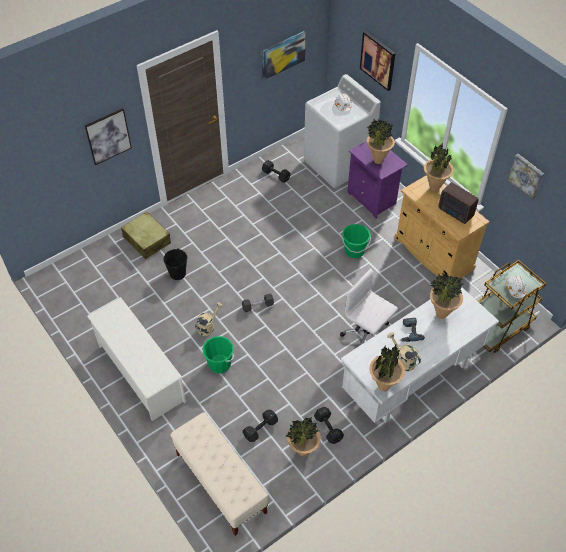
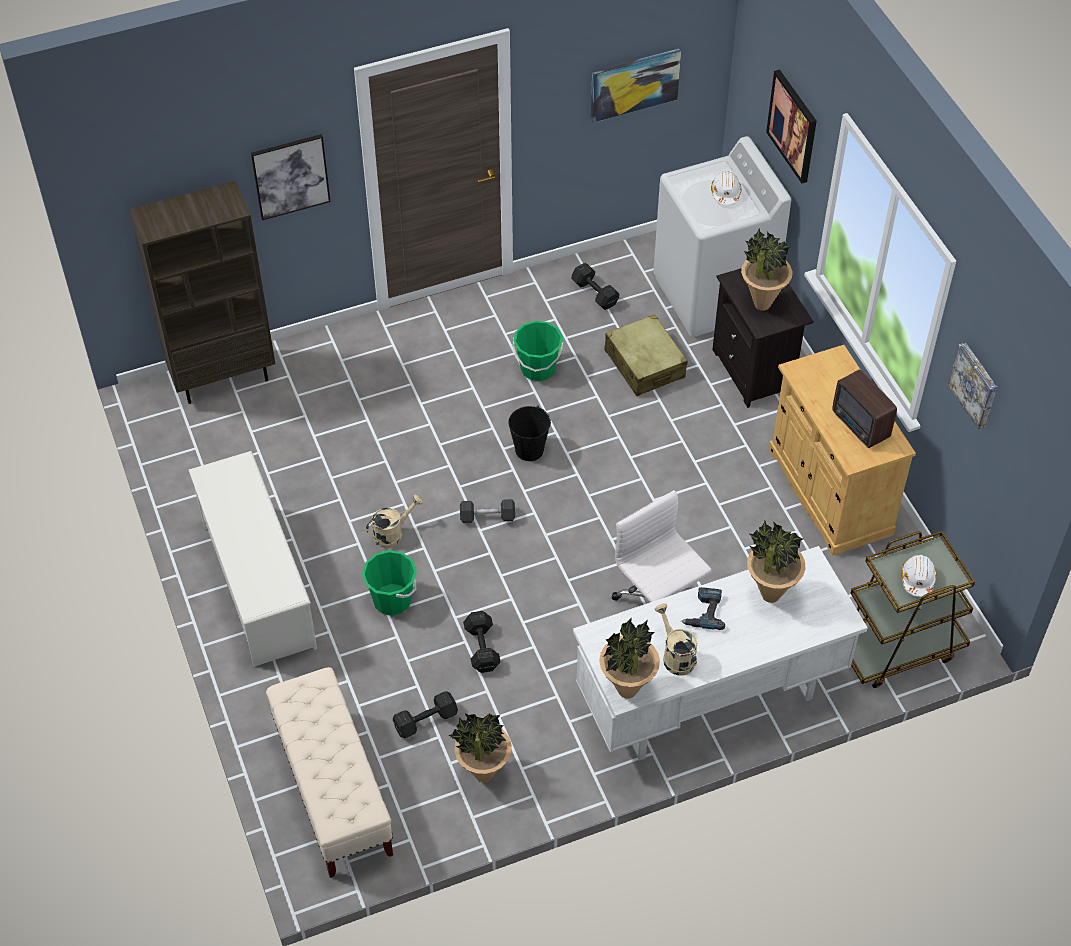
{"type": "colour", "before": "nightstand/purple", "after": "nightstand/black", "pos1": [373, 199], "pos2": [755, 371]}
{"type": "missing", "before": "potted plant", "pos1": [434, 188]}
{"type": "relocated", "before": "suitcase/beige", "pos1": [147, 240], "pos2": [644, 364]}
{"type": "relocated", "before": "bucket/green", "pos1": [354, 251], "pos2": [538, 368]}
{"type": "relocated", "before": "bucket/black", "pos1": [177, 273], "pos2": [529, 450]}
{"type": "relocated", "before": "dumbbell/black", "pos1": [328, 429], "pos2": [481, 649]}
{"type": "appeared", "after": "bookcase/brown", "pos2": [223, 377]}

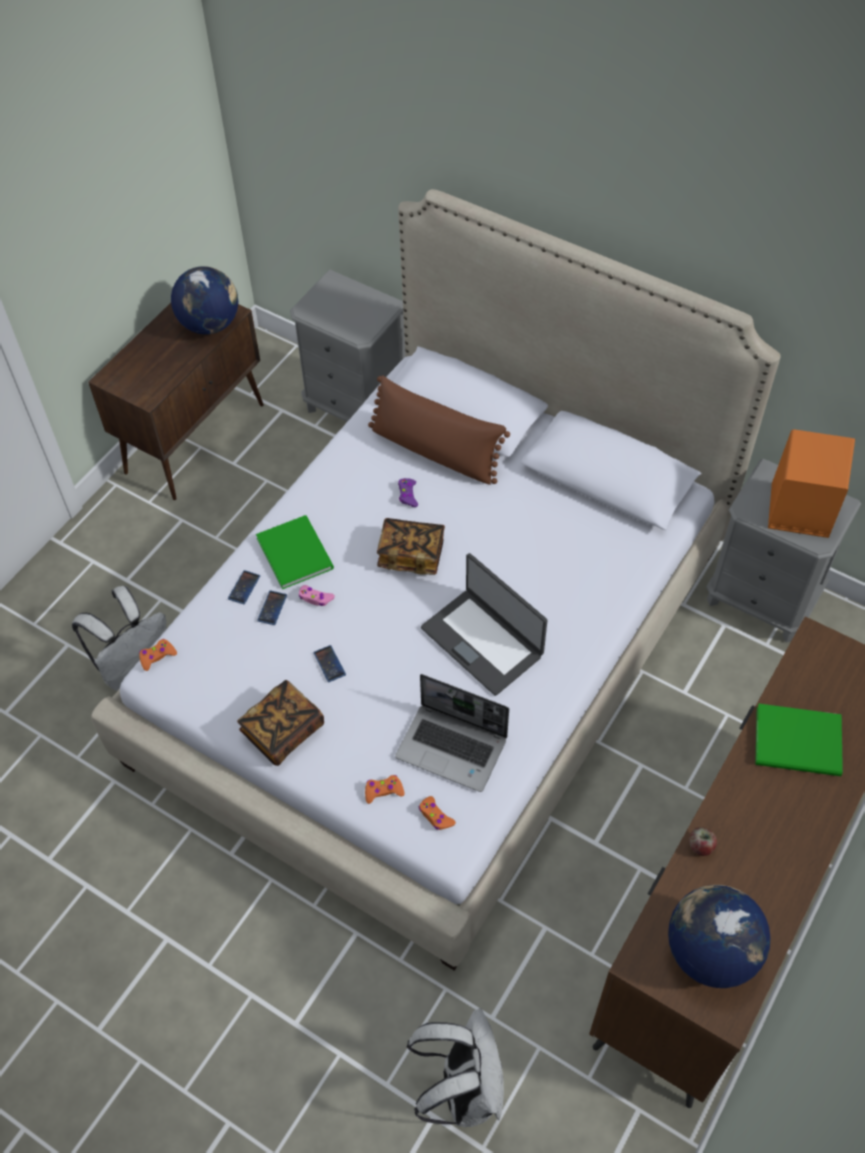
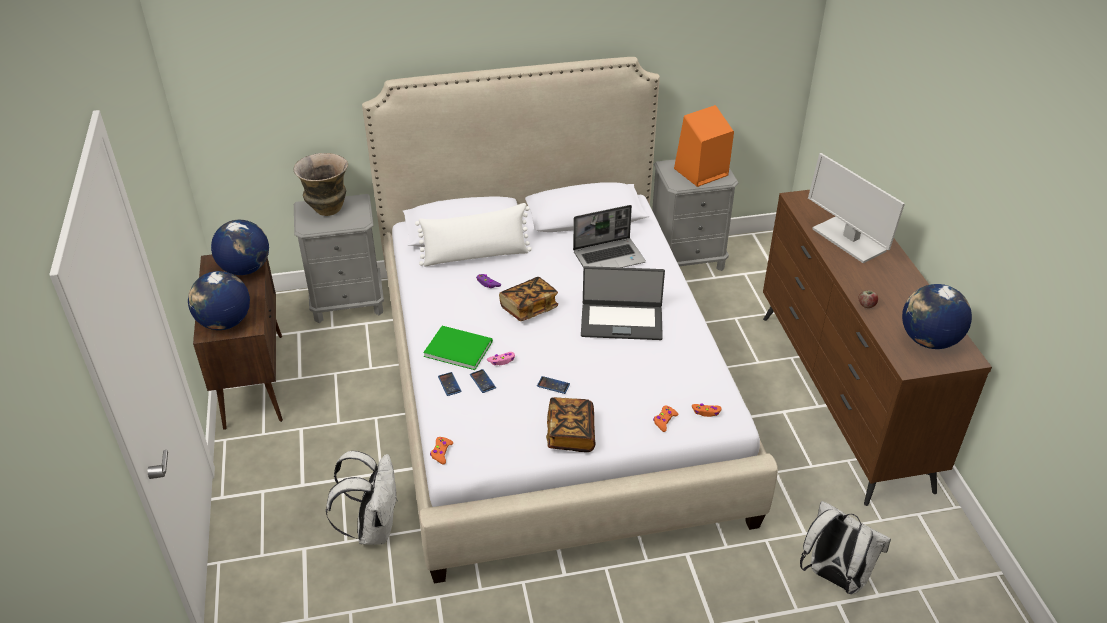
{"type": "colour", "before": "pillow/brown", "after": "pillow/white", "pos1": [435, 451], "pos2": [475, 256]}
{"type": "relocated", "before": "laptop", "pos1": [453, 748], "pos2": [609, 257]}
{"type": "exchanged", "before": "book/green", "after": "monitor", "pos1": [800, 744], "pos2": [847, 240]}
{"type": "appeared", "after": "vase", "pos2": [327, 208]}
{"type": "appeared", "after": "globe", "pos2": [224, 323]}

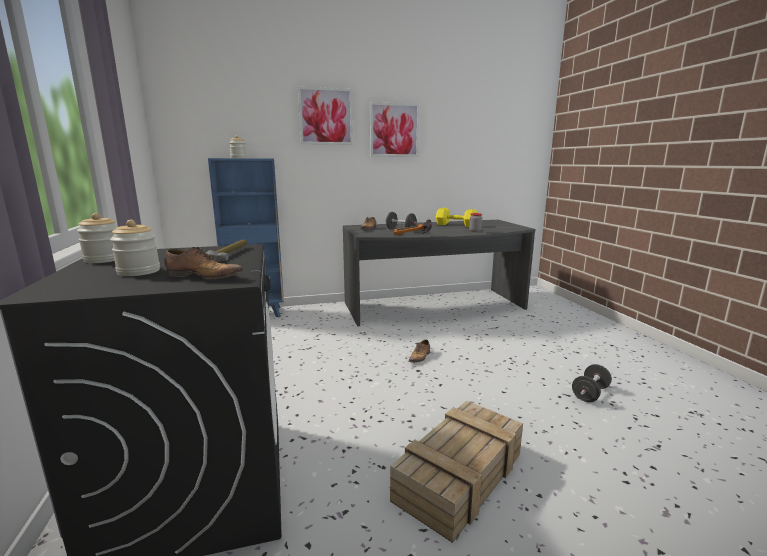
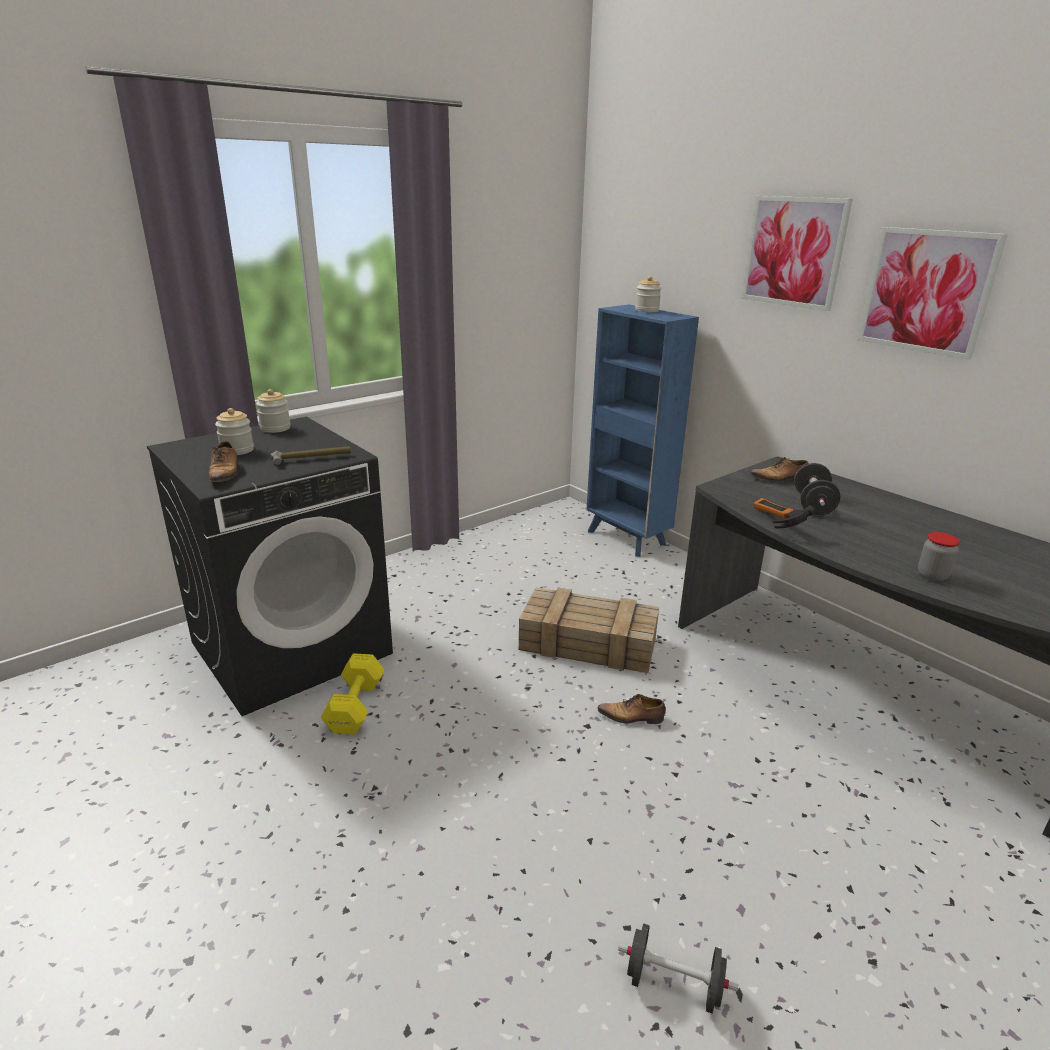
{"type": "relocated", "before": "dumbbell/yellow", "pos1": [455, 225], "pos2": [356, 705]}
{"type": "relocated", "before": "crate", "pos1": [460, 475], "pos2": [590, 643]}

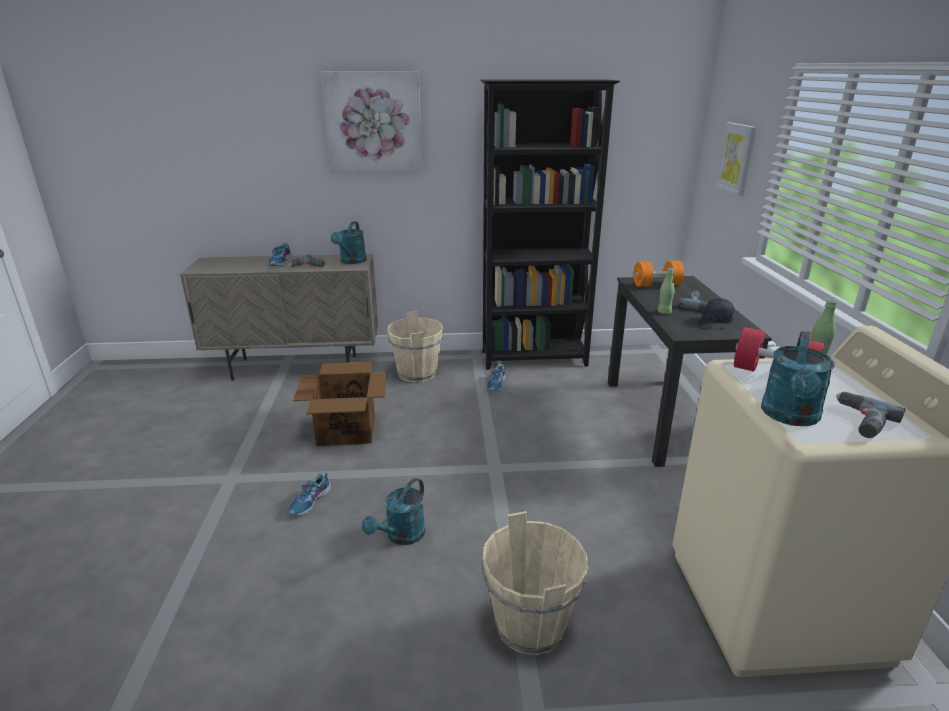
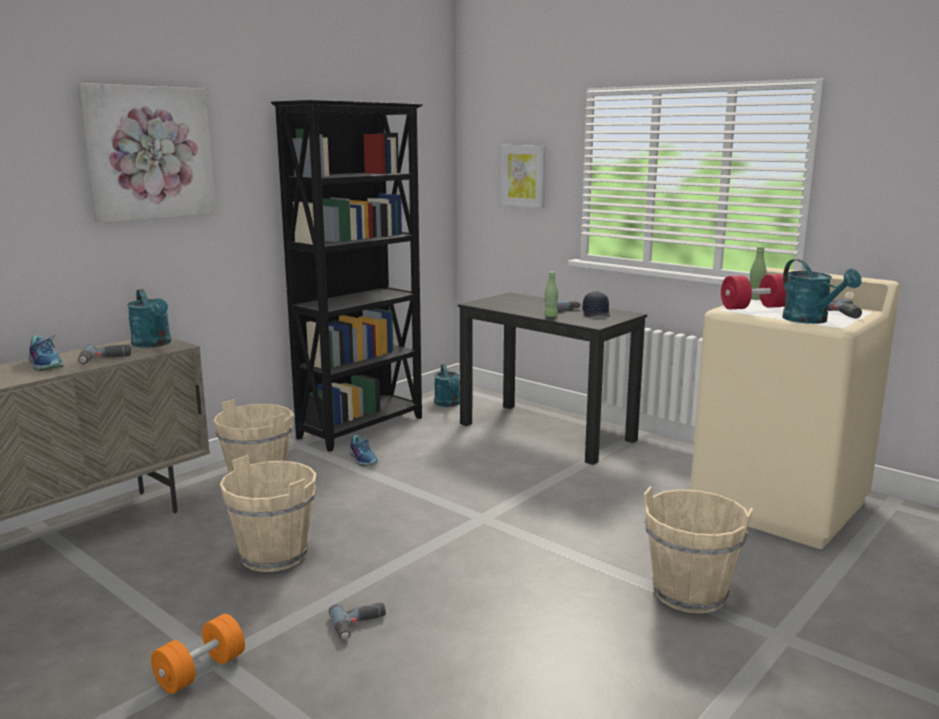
{"type": "relocated", "before": "dumbbell/orange", "pos1": [656, 285], "pos2": [201, 671]}
{"type": "exchanged", "before": "cardboard box", "after": "bucket/beige", "pos1": [347, 429], "pos2": [274, 555]}
{"type": "exchanged", "before": "shoe", "after": "power drill", "pos1": [311, 501], "pos2": [360, 625]}
{"type": "relocated", "before": "watering can/turquoise", "pos1": [401, 536], "pos2": [448, 404]}

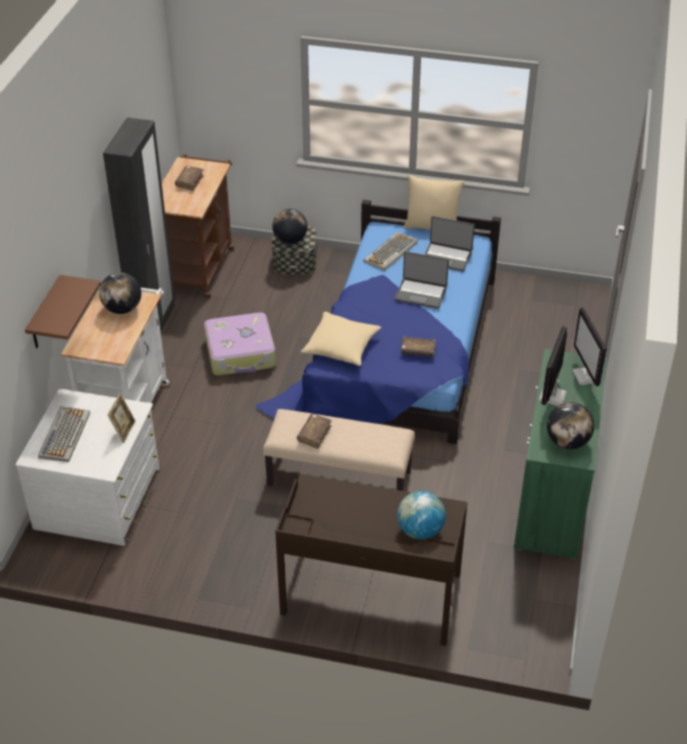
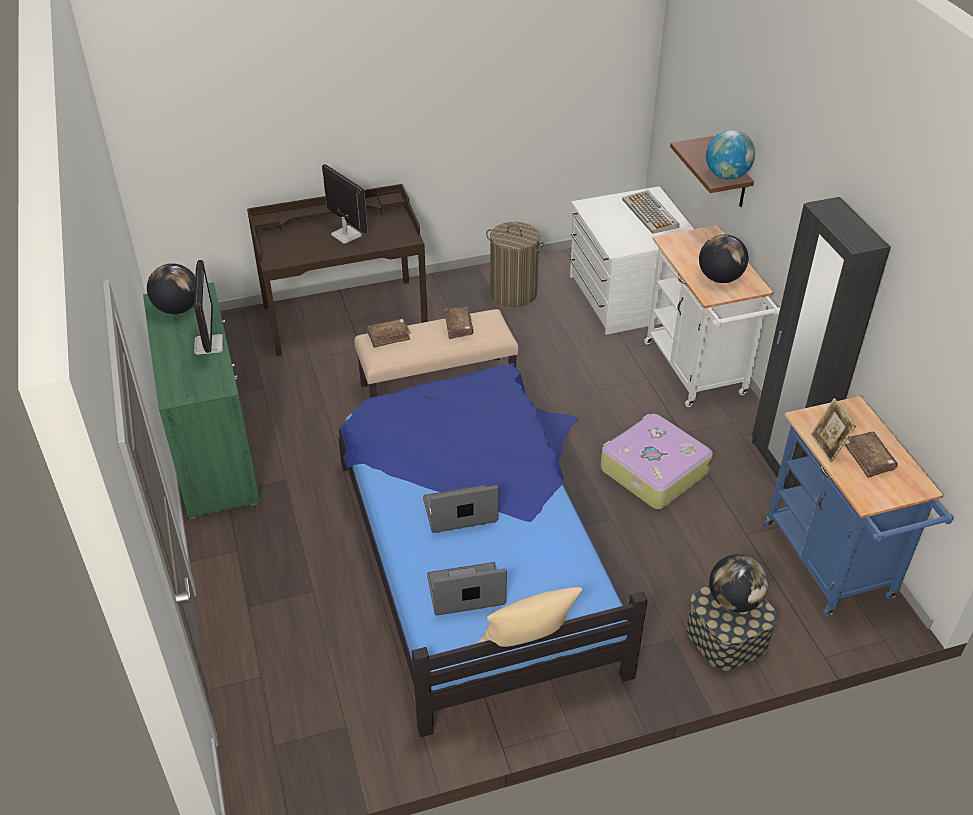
{"type": "colour", "before": "cart/brown", "after": "cart/blue", "pos1": [199, 266], "pos2": [832, 567]}
{"type": "missing", "before": "keyboard", "pos1": [390, 252]}
{"type": "relocated", "before": "monitor", "pos1": [587, 376], "pos2": [346, 235]}
{"type": "missing", "before": "pillow/beige", "pos1": [341, 347]}
{"type": "relocated", "before": "book/brown", "pos1": [418, 351], "pos2": [388, 336]}
{"type": "relocated", "before": "picture frame", "pos1": [124, 430], "pos2": [827, 447]}
{"type": "relocated", "before": "globe", "pos1": [420, 531], "pos2": [726, 176]}
{"type": "appeared", "after": "laundry basket", "pos2": [513, 293]}

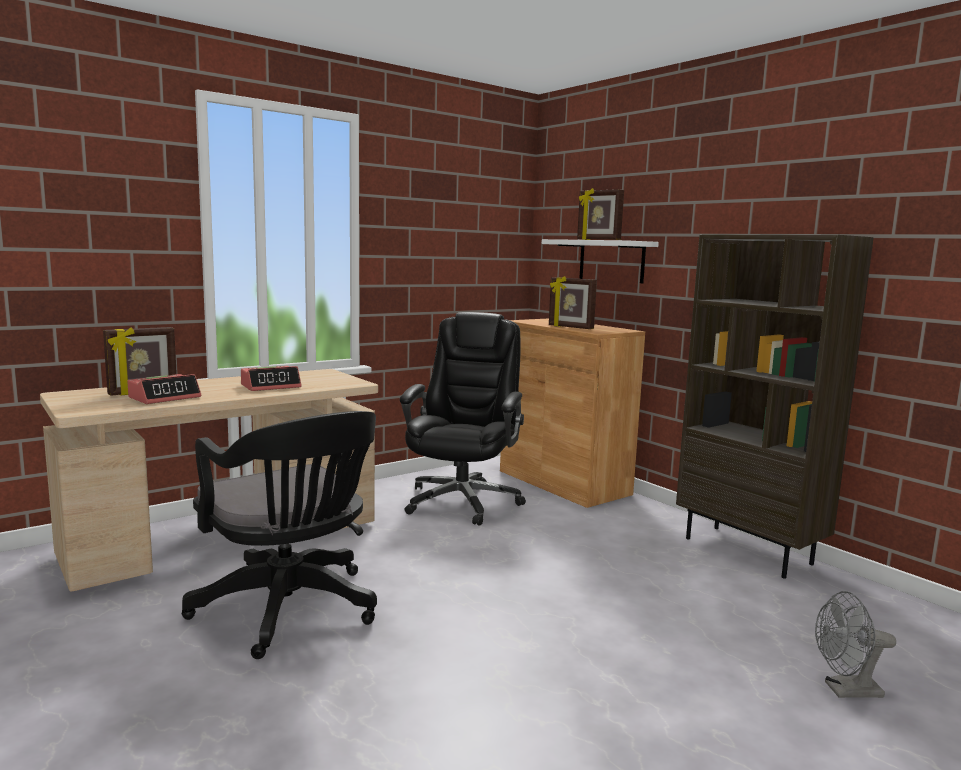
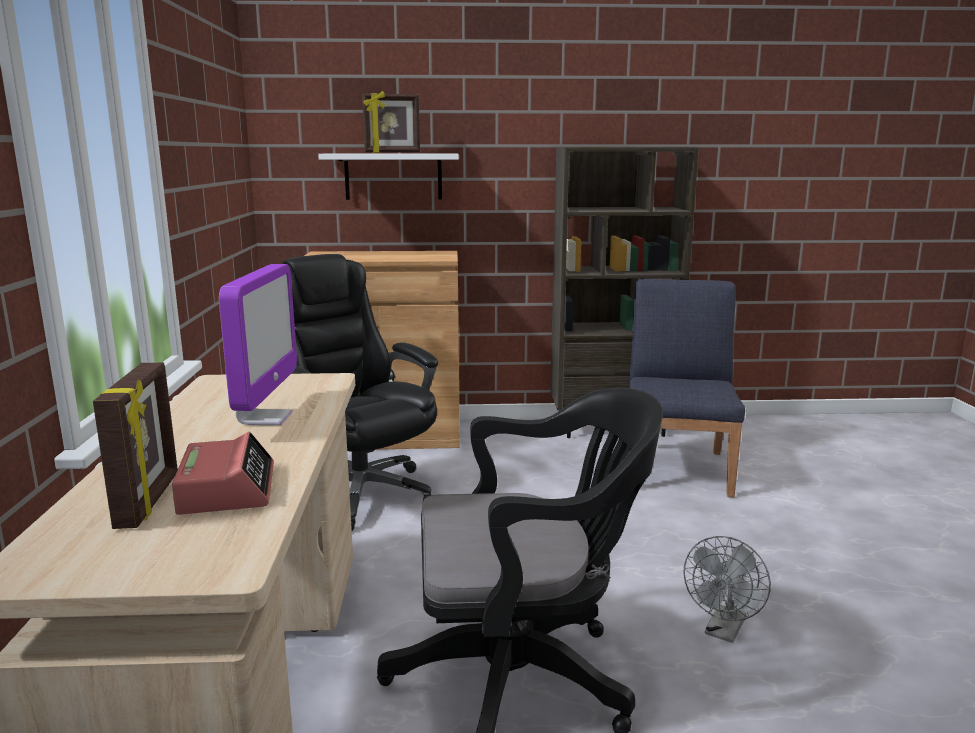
{"type": "missing", "before": "picture frame", "pos1": [570, 327]}
{"type": "exchanged", "before": "alarm clock", "after": "monitor", "pos1": [271, 386], "pos2": [265, 418]}
{"type": "relocated", "before": "fan/grey", "pos1": [845, 691], "pos2": [723, 631]}
{"type": "appeared", "after": "chair/blue", "pos2": [677, 469]}

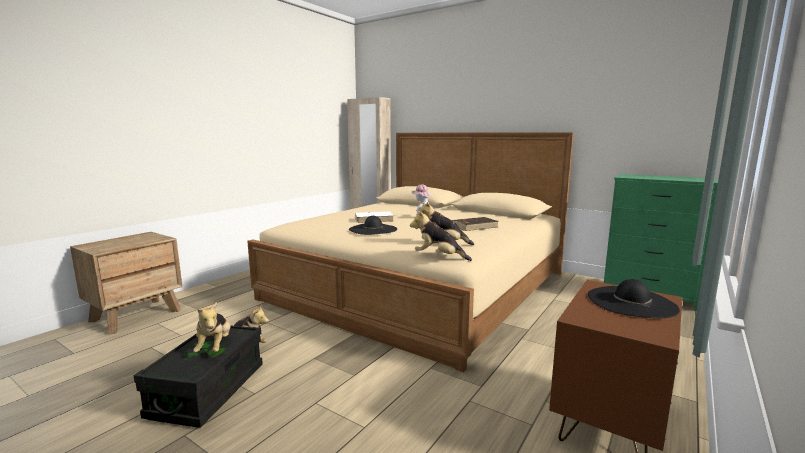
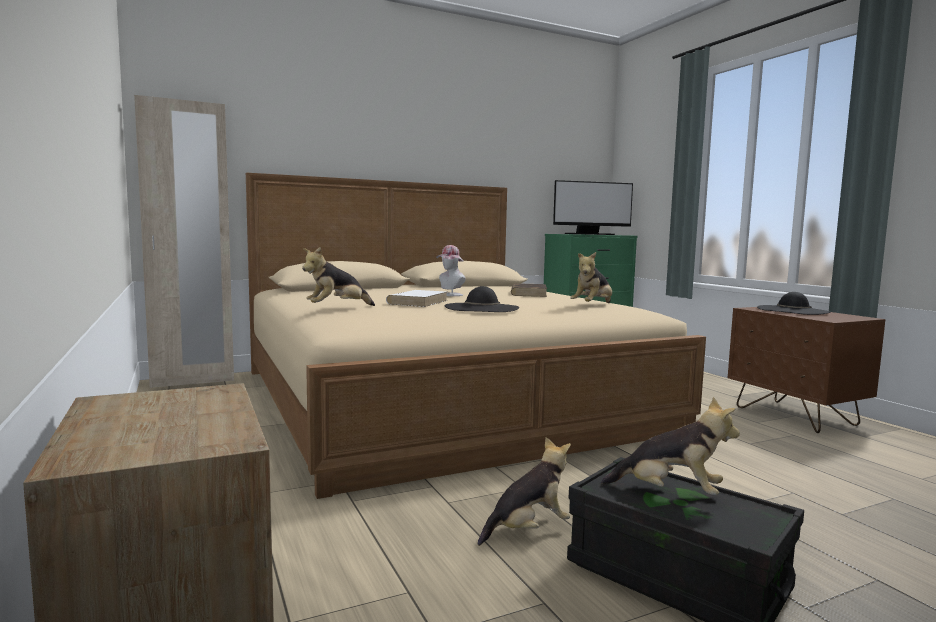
{"type": "relocated", "before": "plush toy", "pos1": [439, 257], "pos2": [337, 308]}
{"type": "appeared", "after": "monitor", "pos2": [589, 234]}

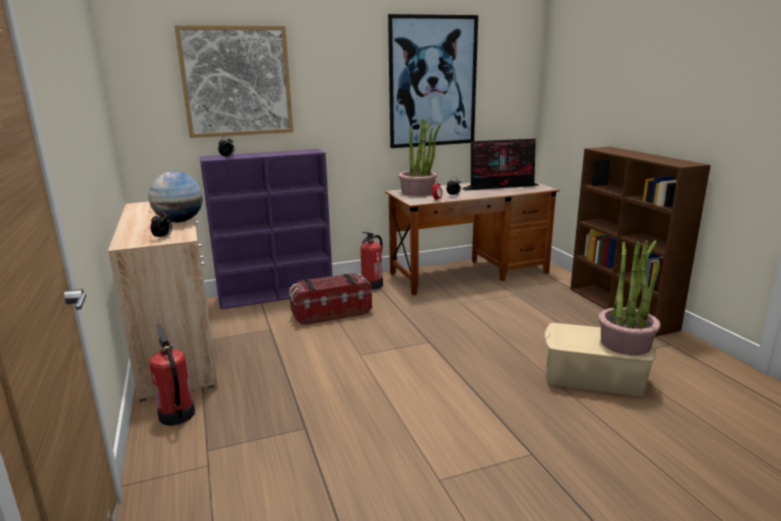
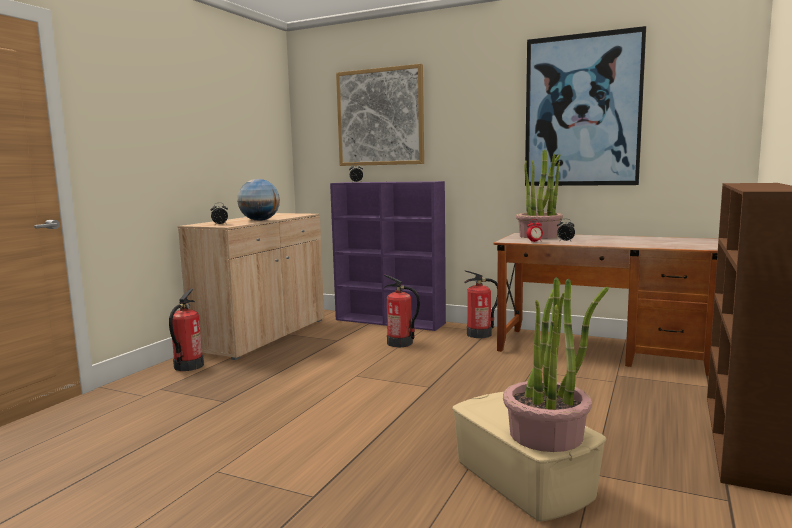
{"type": "missing", "before": "monitor", "pos1": [502, 187]}
{"type": "exchanged", "before": "storage box", "after": "fire extinguisher", "pos1": [331, 313], "pos2": [400, 343]}

